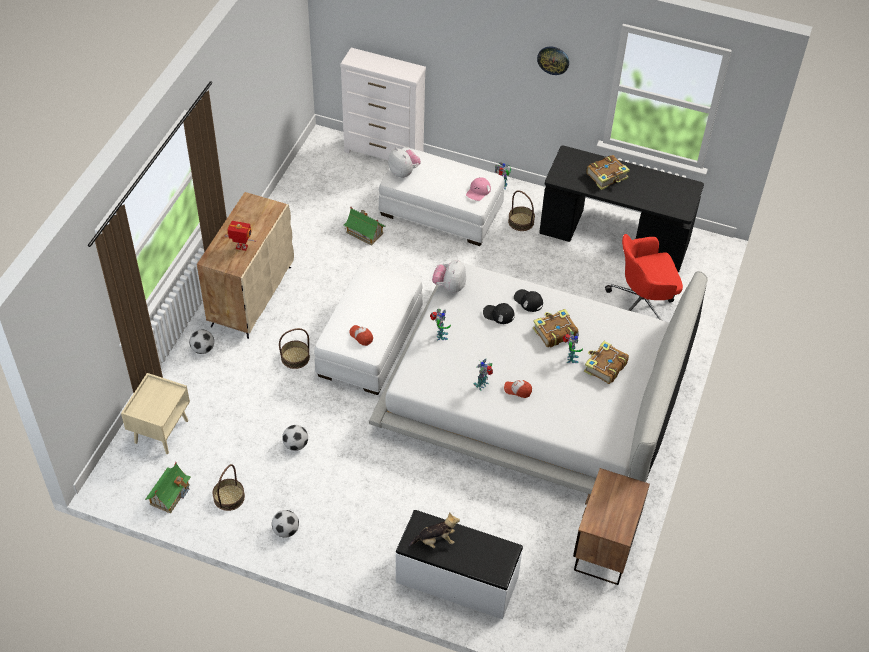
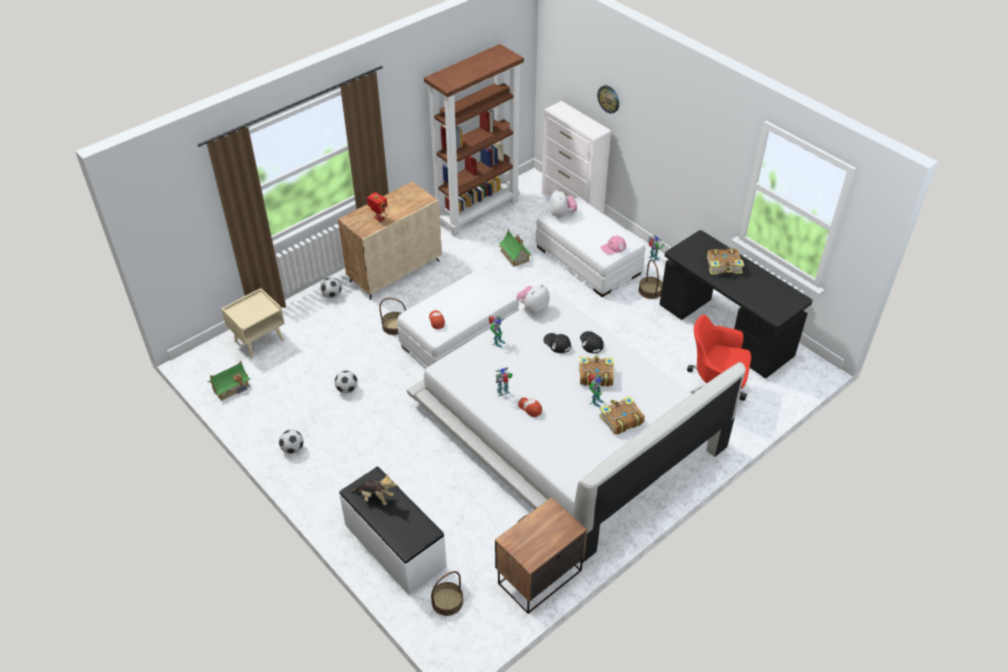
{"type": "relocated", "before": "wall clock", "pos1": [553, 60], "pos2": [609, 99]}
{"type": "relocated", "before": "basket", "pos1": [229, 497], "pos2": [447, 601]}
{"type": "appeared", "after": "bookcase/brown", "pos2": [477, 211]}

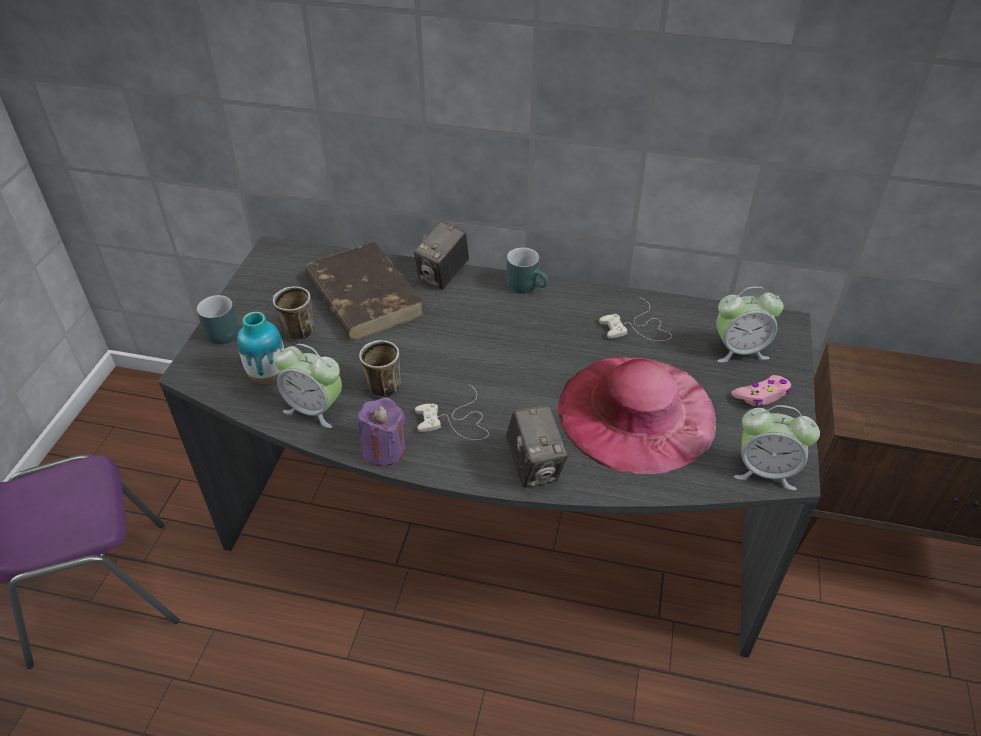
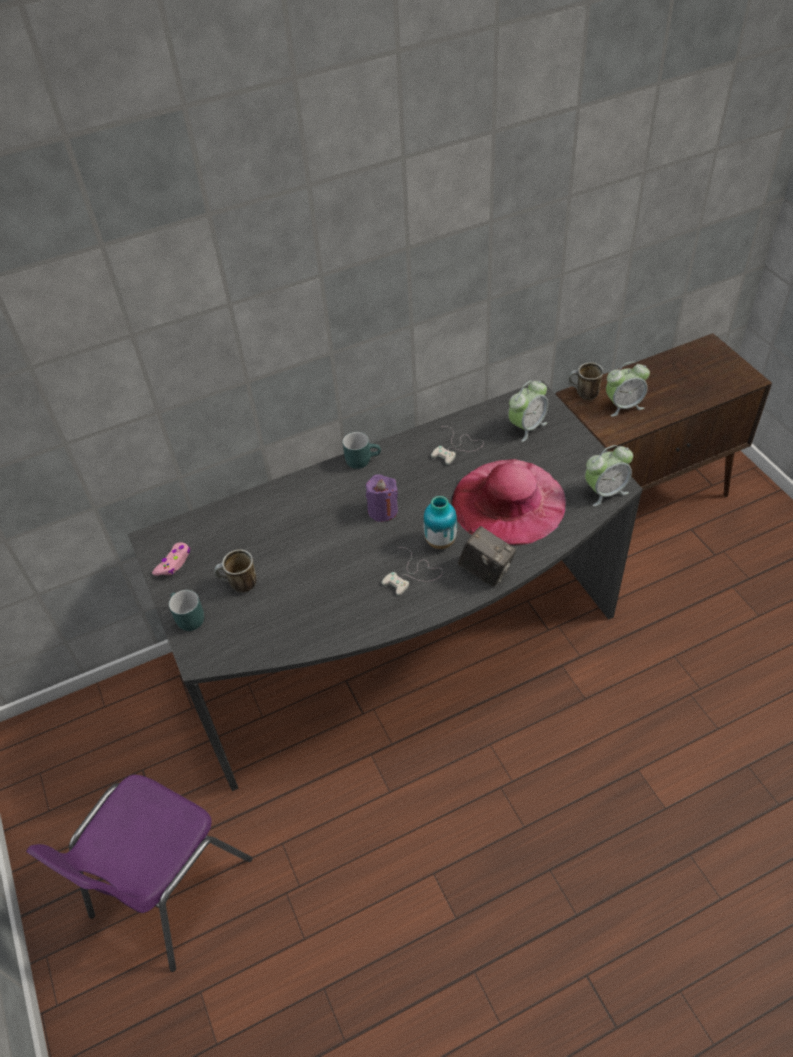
{"type": "missing", "before": "photo camera", "pos1": [443, 276]}
{"type": "missing", "before": "book/brown", "pos1": [363, 295]}
{"type": "relocated", "before": "vase", "pos1": [268, 376], "pos2": [440, 541]}
{"type": "relocated", "before": "mug", "pos1": [379, 385], "pos2": [583, 394]}
{"type": "relocated", "before": "alarm clock", "pos1": [314, 409], "pos2": [623, 406]}
{"type": "relocated", "before": "game controller/pink", "pos1": [762, 395], "pos2": [174, 563]}
{"type": "relocated", "before": "candle/purple", "pos1": [384, 449], "pos2": [383, 510]}

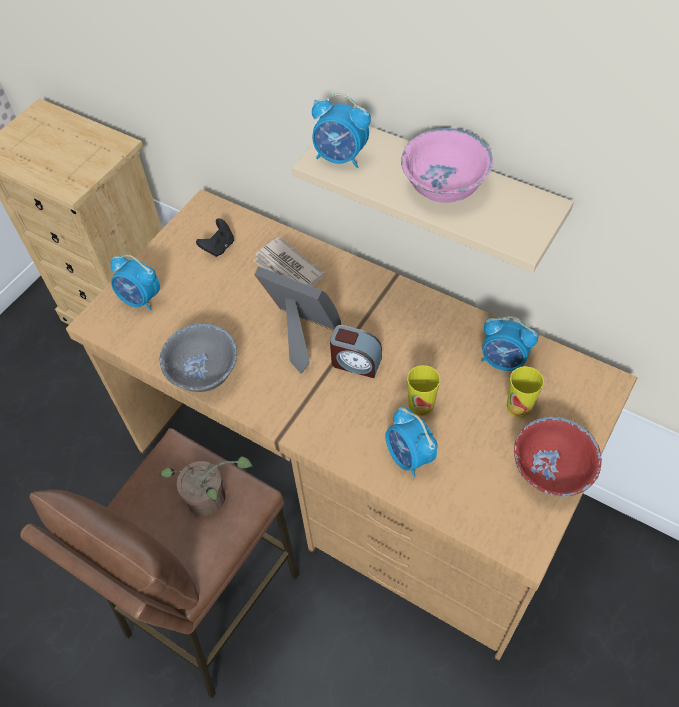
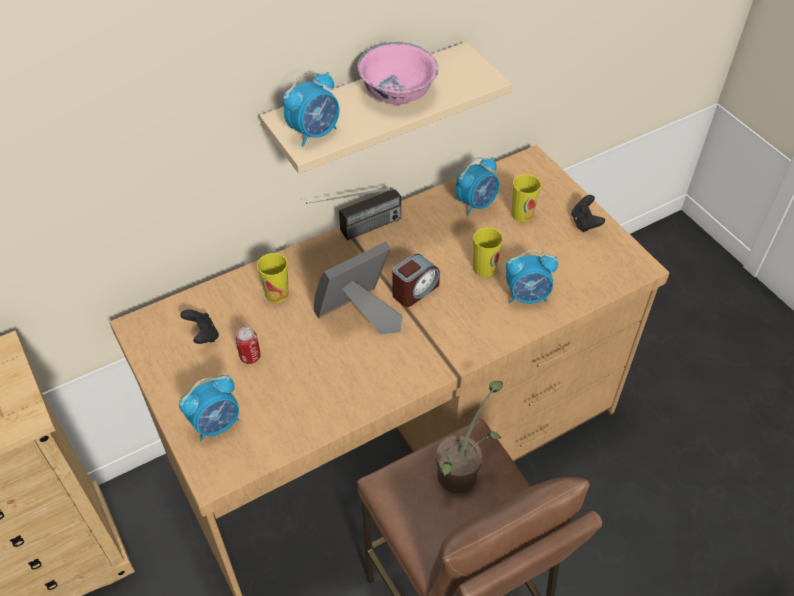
{"type": "exchanged", "before": "newspaper", "after": "cup", "pos1": [289, 269], "pos2": [277, 294]}
{"type": "missing", "before": "bowl/grey", "pos1": [203, 371]}
{"type": "exchanged", "before": "bowl/red", "after": "game controller/black", "pos1": [551, 469], "pos2": [584, 223]}
{"type": "appeared", "after": "radio", "pos2": [356, 231]}
{"type": "appeared", "after": "can", "pos2": [250, 356]}

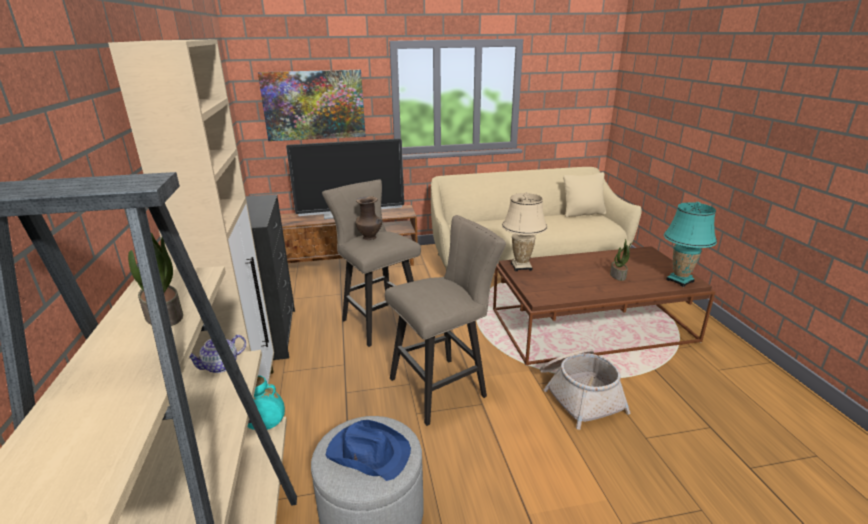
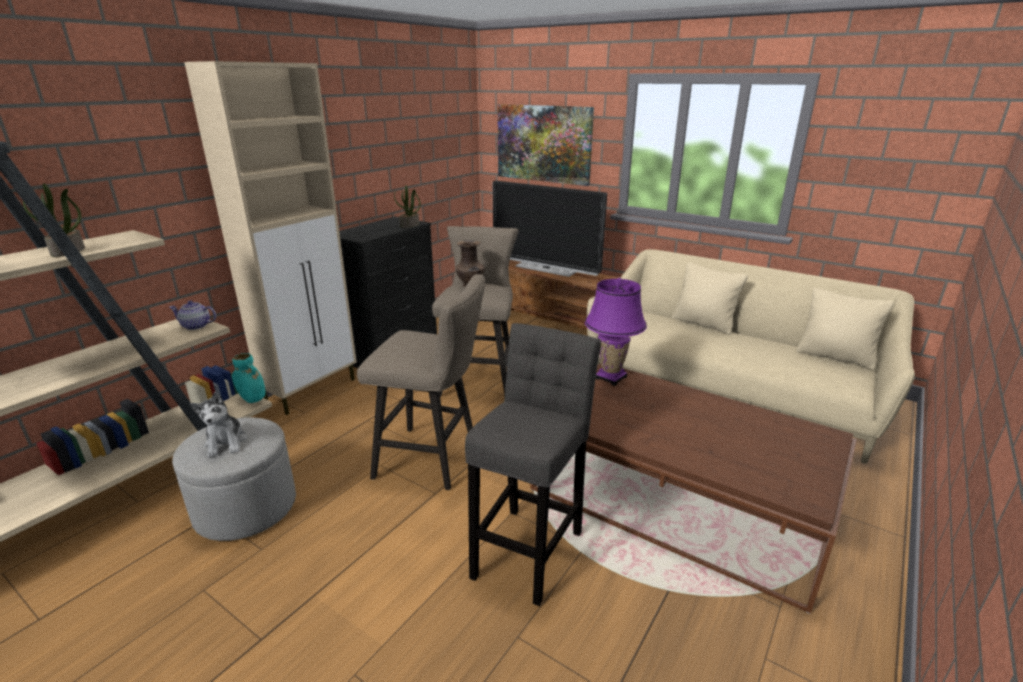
{"type": "colour", "before": "table lamp/beige", "after": "table lamp/purple", "pos1": [521, 267], "pos2": [610, 377]}
{"type": "missing", "before": "table lamp/turquoise", "pos1": [680, 281]}
{"type": "relocated", "before": "potted plant", "pos1": [618, 276], "pos2": [409, 225]}
{"type": "exchanged", "before": "basket", "after": "stool/grey", "pos1": [579, 395], "pos2": [530, 548]}
{"type": "exchanged", "before": "hat/blue", "after": "plush toy", "pos1": [368, 452], "pos2": [226, 442]}
{"type": "appeared", "after": "pillow/beige", "pos2": [703, 324]}

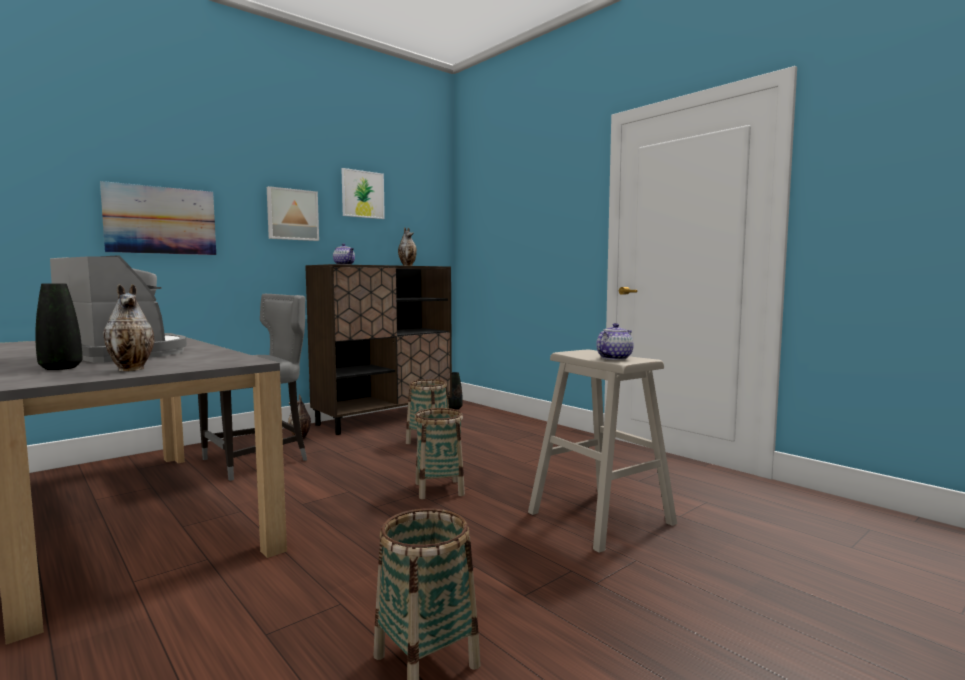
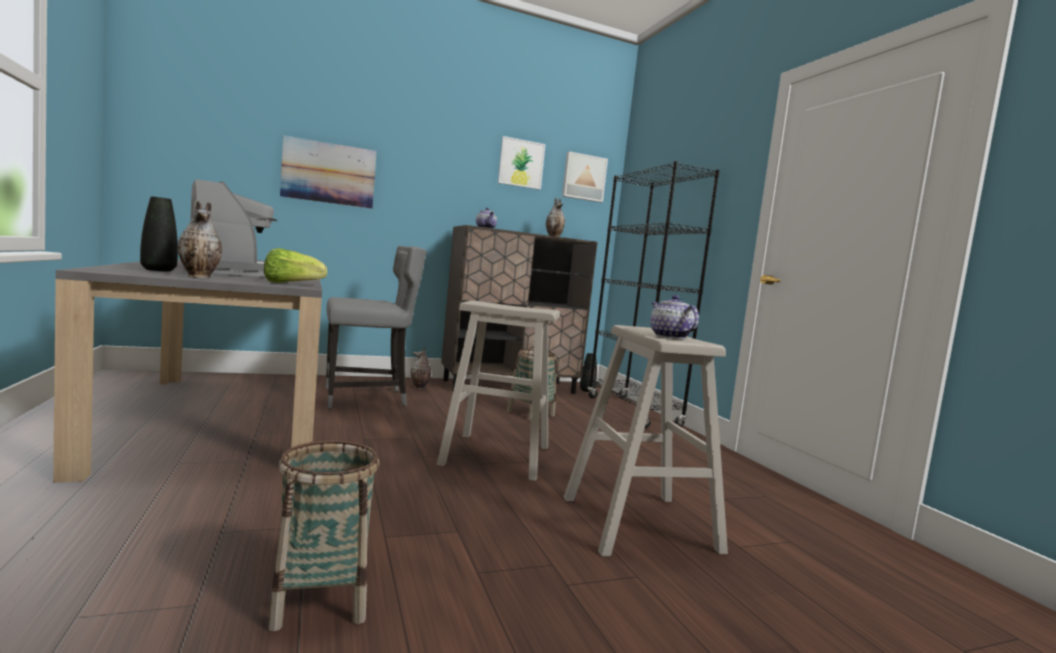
{"type": "relocated", "before": "picture", "pos1": [292, 214], "pos2": [583, 177]}
{"type": "spun", "before": "teapot", "pos1": [614, 358], "pos2": [669, 336], "turn": -90}
{"type": "exchanged", "before": "basket", "after": "stool/beige", "pos1": [439, 489], "pos2": [497, 455]}
{"type": "appeared", "after": "bookcase/black", "pos2": [632, 412]}
{"type": "appeared", "after": "lettuce", "pos2": [291, 284]}

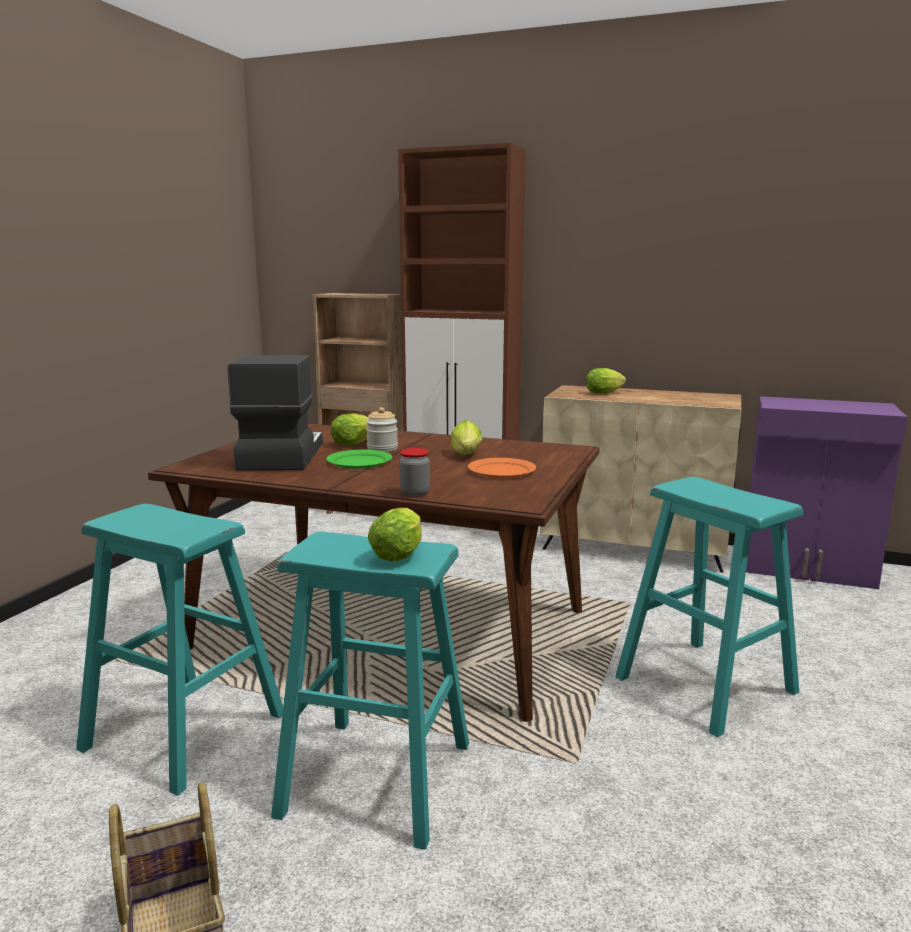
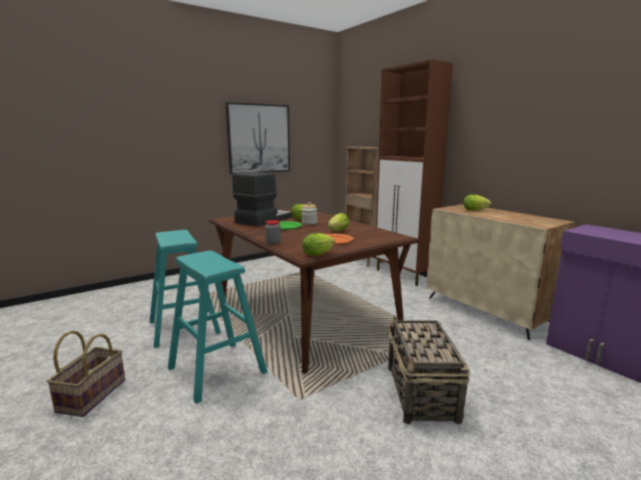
{"type": "exchanged", "before": "stool/turquoise", "after": "basket", "pos1": [706, 684], "pos2": [421, 393]}
{"type": "relocated", "before": "lettuce", "pos1": [400, 553], "pos2": [319, 254]}
{"type": "appeared", "after": "picture", "pos2": [259, 139]}

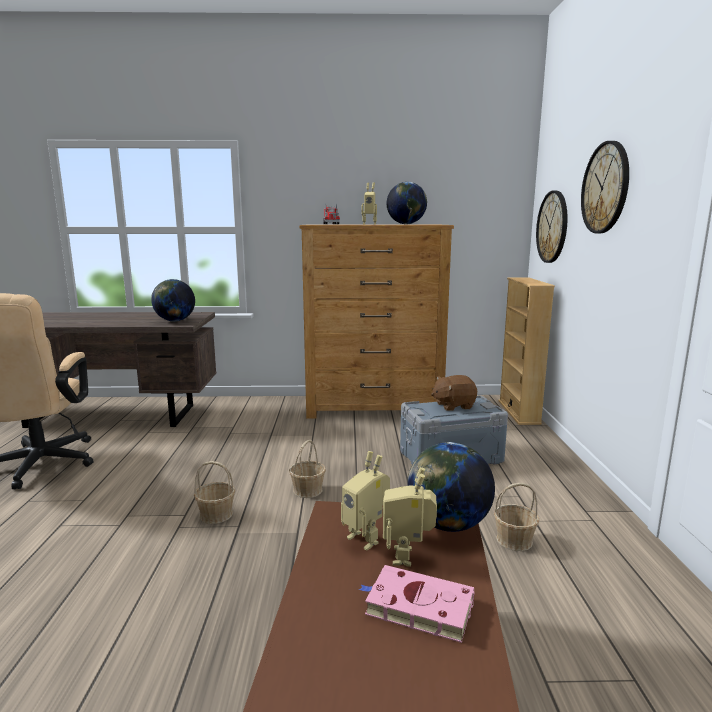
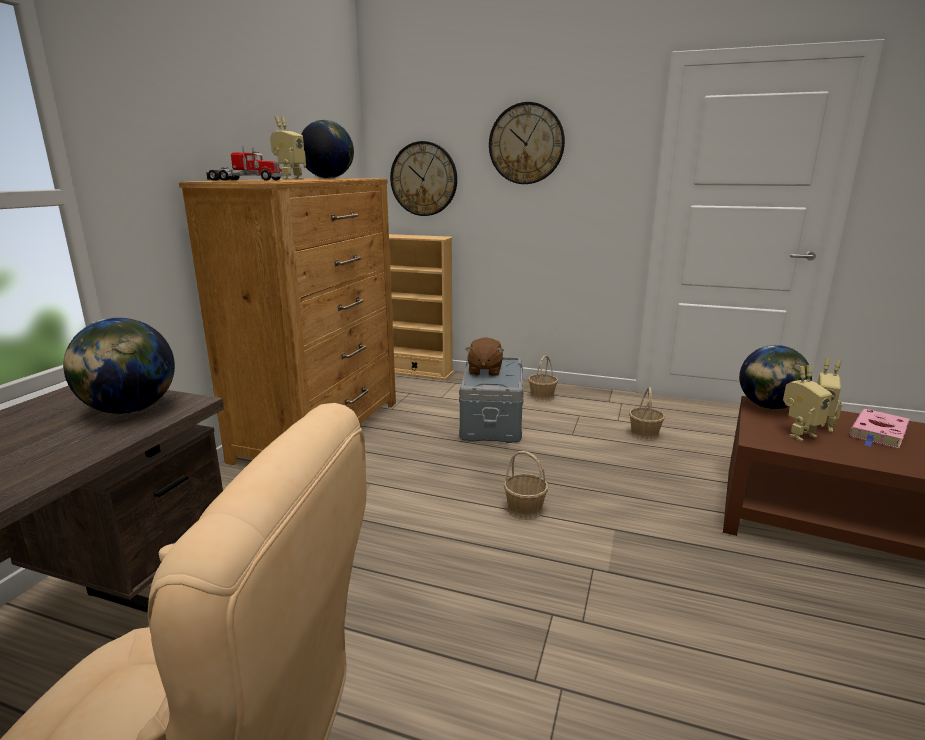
{"type": "relocated", "before": "basket", "pos1": [216, 514], "pos2": [542, 397]}

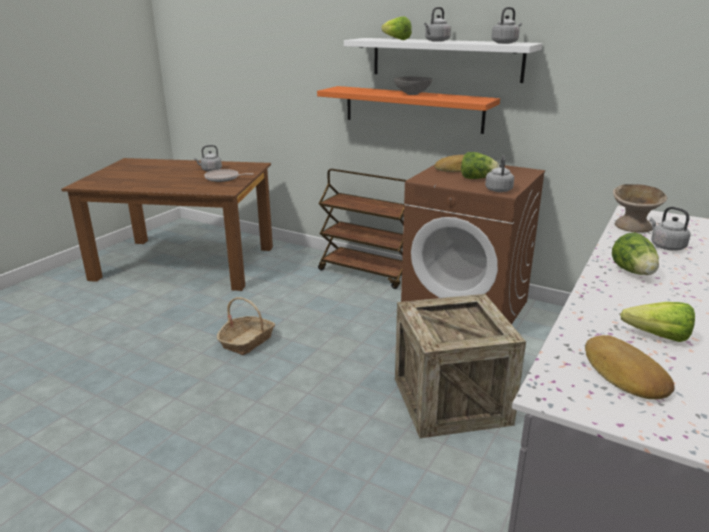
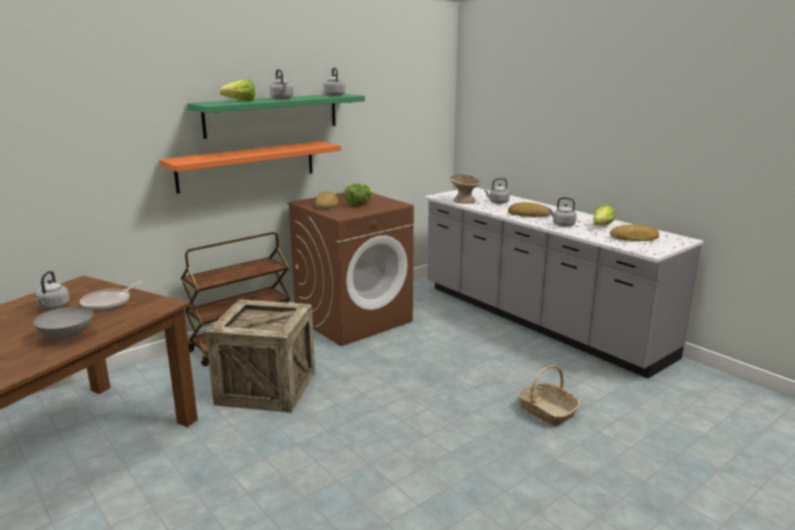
{"type": "colour", "before": "shelf/white", "after": "shelf/green", "pos1": [445, 59], "pos2": [272, 115]}
{"type": "relocated", "before": "bowl/grey", "pos1": [412, 94], "pos2": [66, 335]}
{"type": "relocated", "before": "kettle/grey", "pos1": [498, 189], "pos2": [562, 224]}
{"type": "exchanged", "before": "lettuce", "after": "bread", "pos1": [633, 272], "pos2": [528, 214]}
{"type": "relocated", "before": "crate", "pos1": [451, 401], "pos2": [266, 388]}
{"type": "relocated", "before": "basket", "pos1": [247, 341], "pos2": [546, 411]}

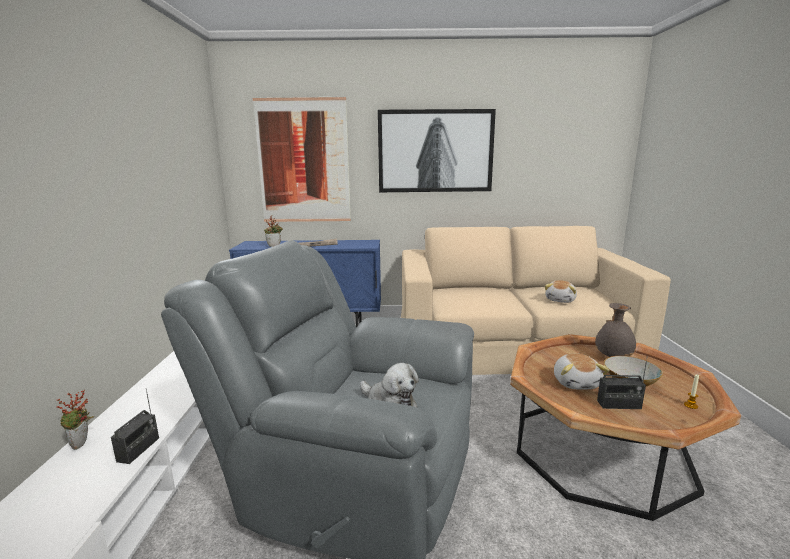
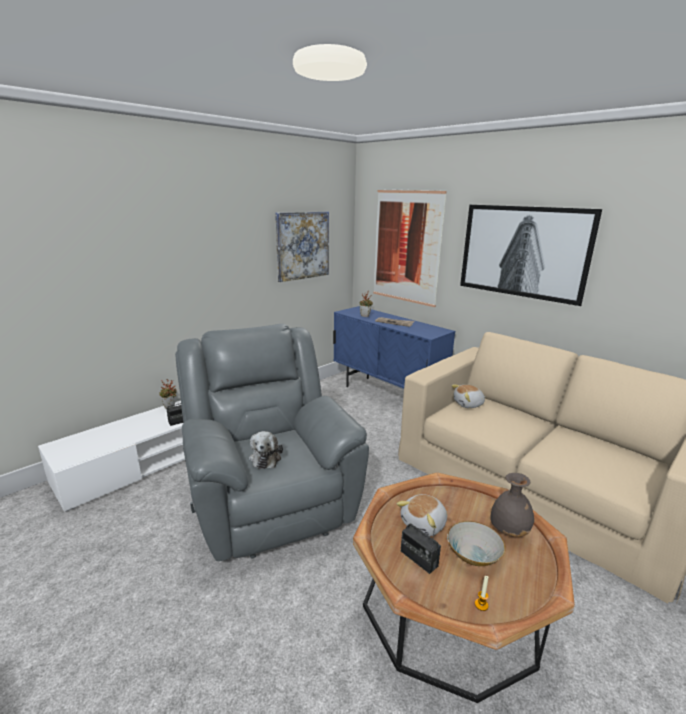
{"type": "relocated", "before": "plush toy", "pos1": [561, 300], "pos2": [468, 404]}
{"type": "appeared", "after": "picture", "pos2": [302, 245]}

